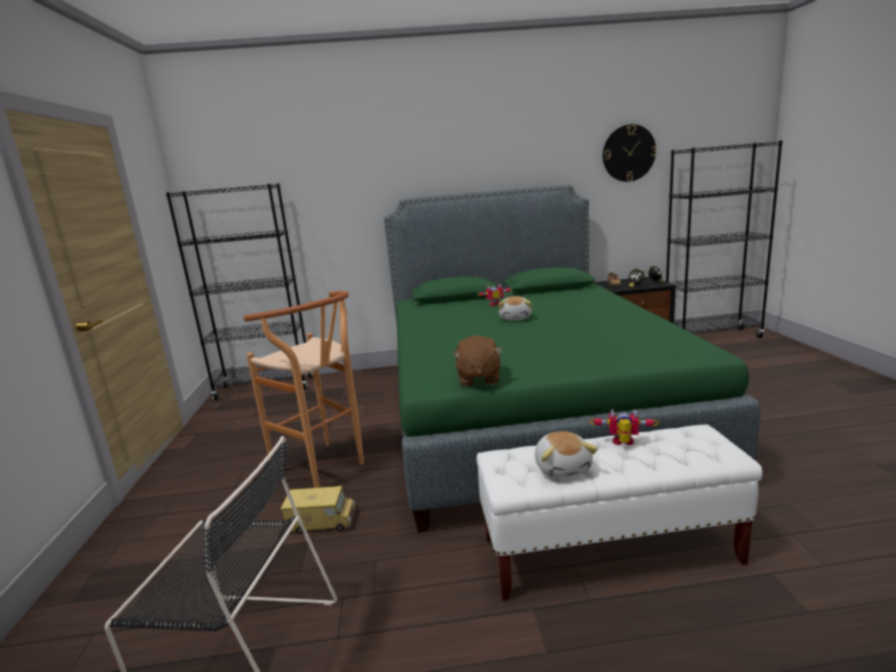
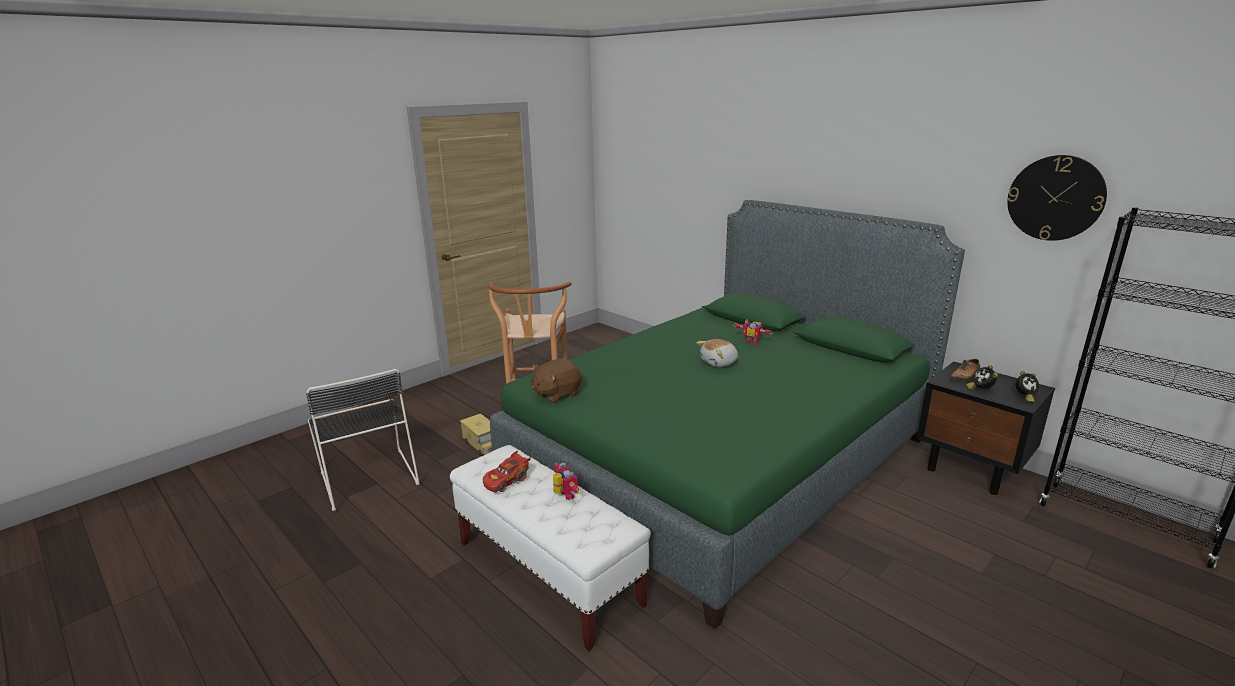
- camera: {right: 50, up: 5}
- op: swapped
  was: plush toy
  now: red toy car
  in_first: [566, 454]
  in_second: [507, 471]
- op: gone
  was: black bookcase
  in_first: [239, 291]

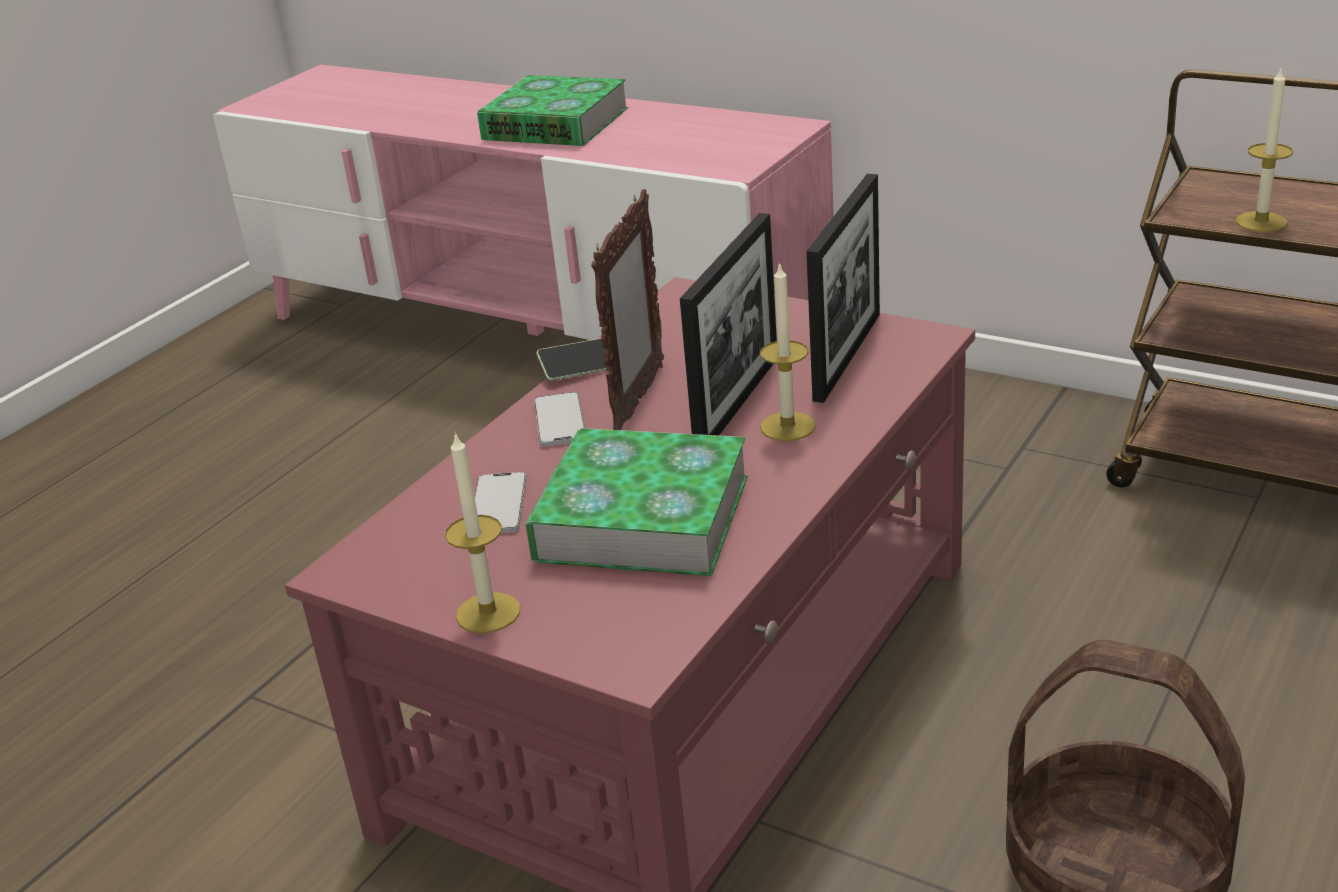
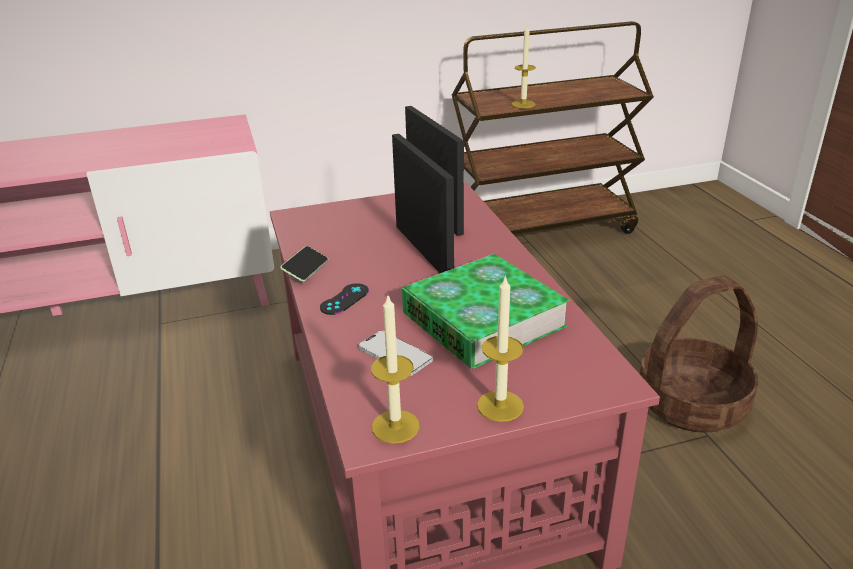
- camera: {right: -50, up: 0}
- op: swapped
  was: phone
  now: black game controller
  in_first: [559, 419]
  in_second: [344, 299]
- op: shifted
  was: candle
  in_first: [788, 351]
  in_second: [395, 370]
- op: gone
  was: book
  in_first: [552, 110]
- op: gone
  was: picture frame
  in_first: [627, 309]

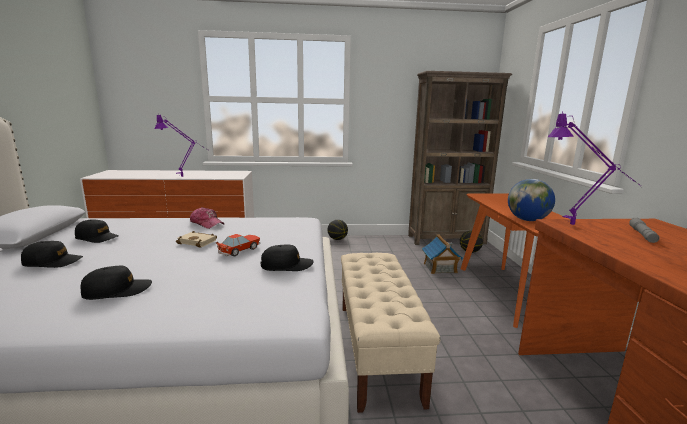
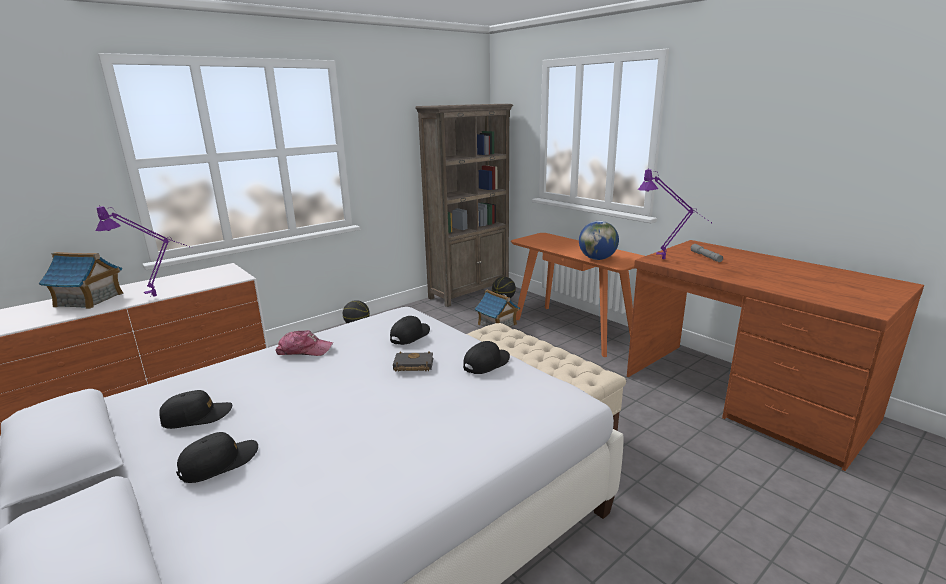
- camera: {right: -35, up: 5}
- op: new
  now: toy house
  in_second: [81, 280]
- op: shifted
  was: black cap
  in_first: [116, 283]
  in_second: [410, 330]
- op: swapped
  was: toy car
  now: black book
  in_first: [238, 245]
  in_second: [413, 361]
- op: gone
  was: beige book
  in_first: [196, 239]

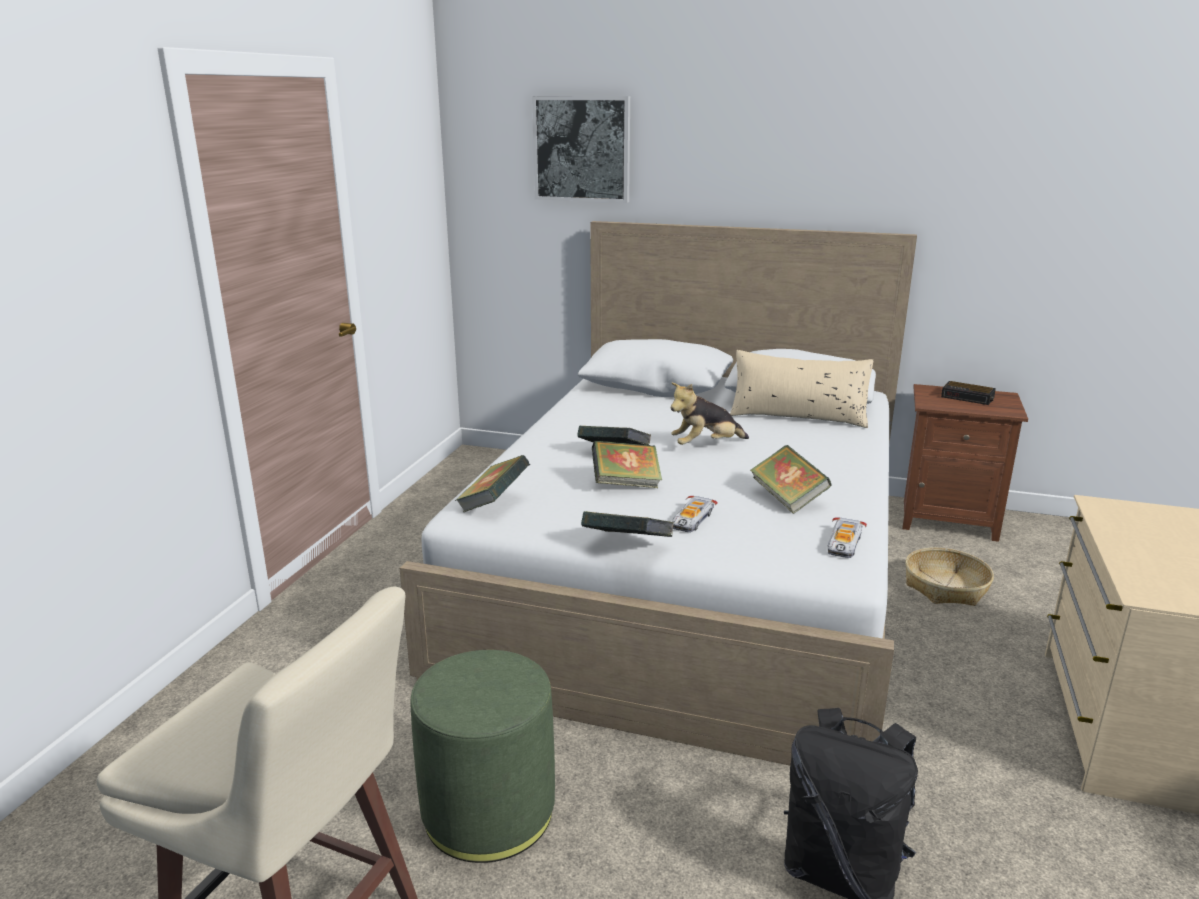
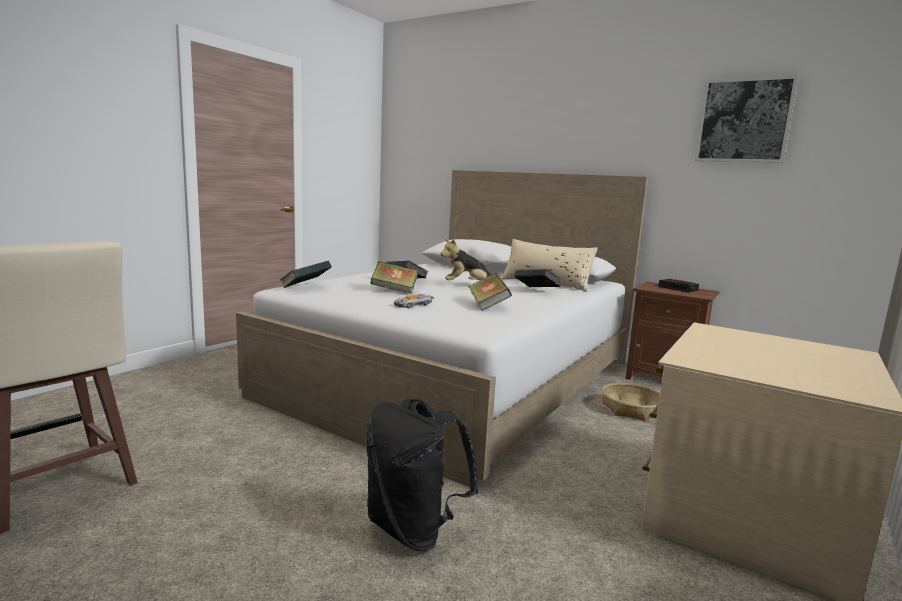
- camera: {right: 15, up: -10}
- op: shifted
  was: book
  in_first: [627, 524]
  in_second: [538, 278]
- op: shifted
  was: picture
  in_first: [581, 149]
  in_second: [746, 119]
- op: gone
  was: green ottoman
  in_first: [482, 756]
- op: gone
  was: toy car
  in_first: [847, 537]

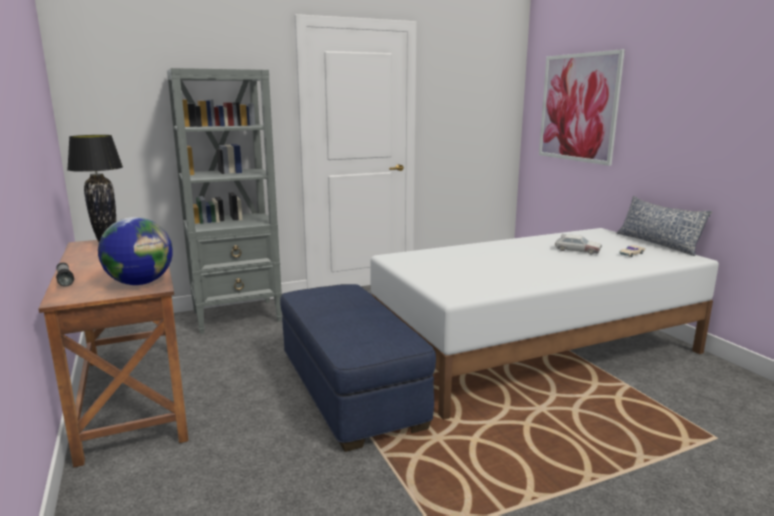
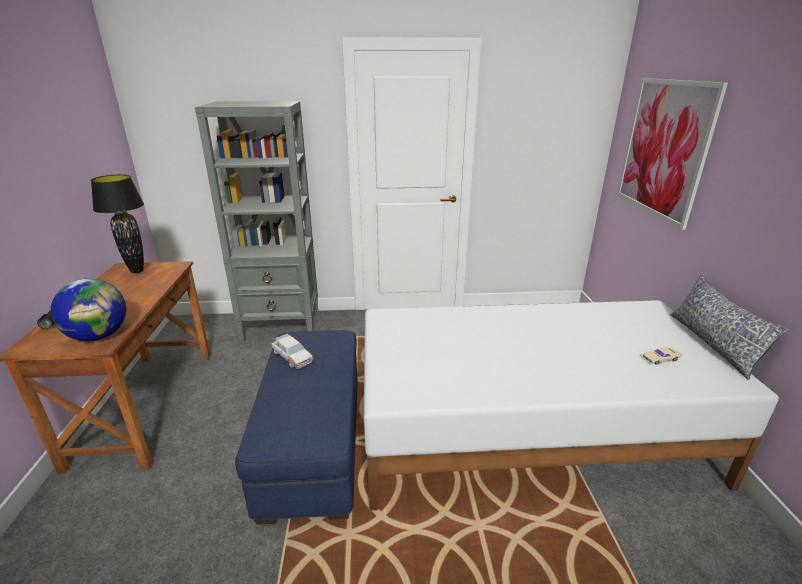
- camera: {right: 20, up: 10}
- op: shifted
  was: toy car
  in_first: [578, 244]
  in_second: [293, 351]

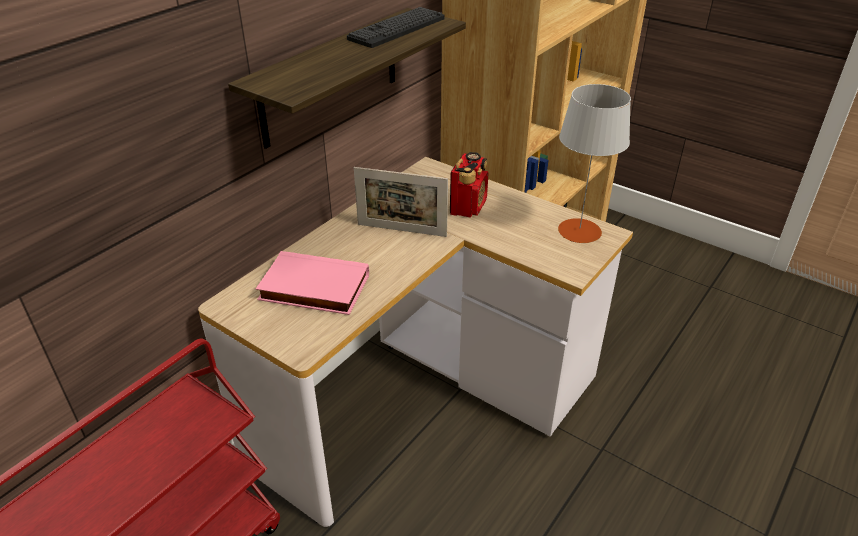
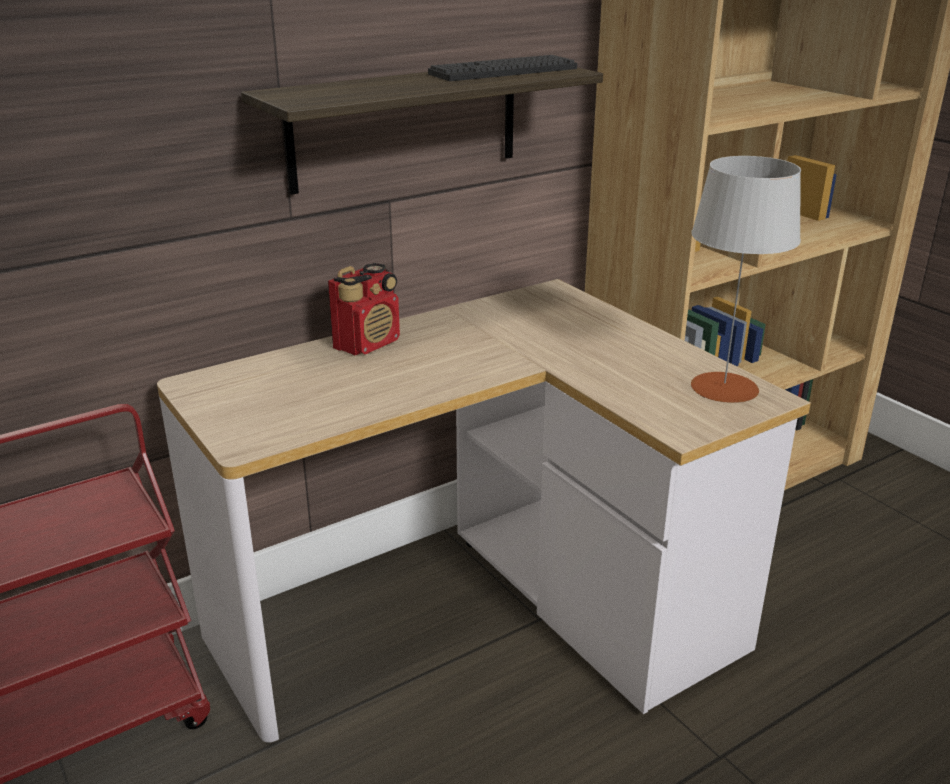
- camera: {right: 20, up: -10}
- op: shifted
  was: radio
  in_first: [469, 185]
  in_second: [364, 309]
- op: gone
  was: pink book
  in_first: [312, 283]
- op: gone
  was: picture frame
  in_first: [401, 202]

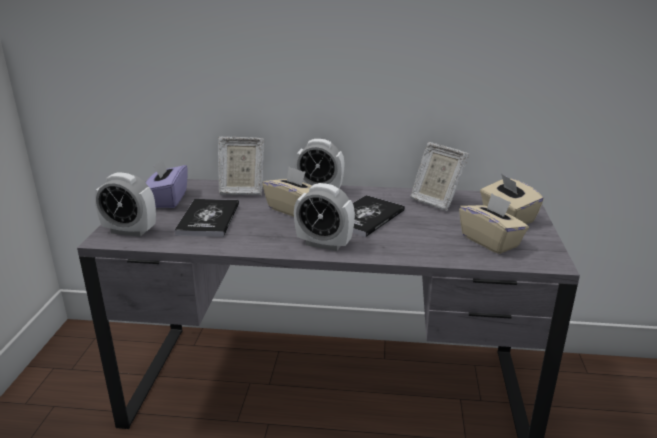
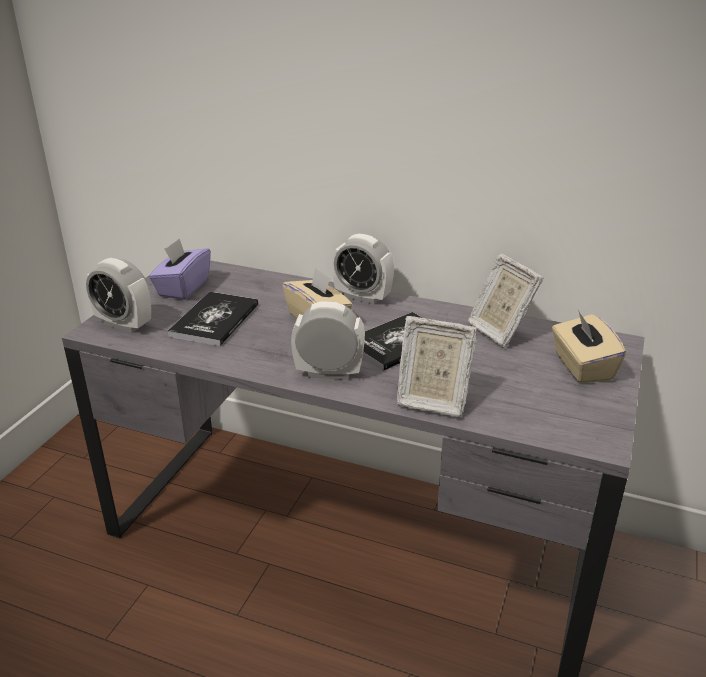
- camera: {right: 15, up: 5}
- op: rotated
  was: alarm clock
  in_first: [324, 217]
  in_second: [328, 340]
  clockwise: 150
- op: shifted
  was: picture frame
  in_first: [241, 166]
  in_second: [437, 366]
- op: gone
  was: beige tissue box
  in_first: [494, 223]

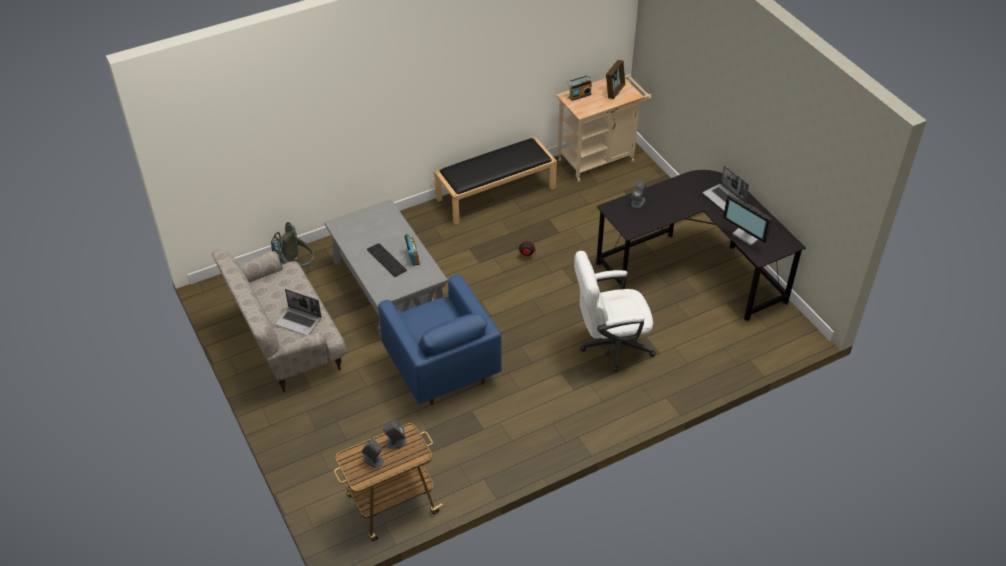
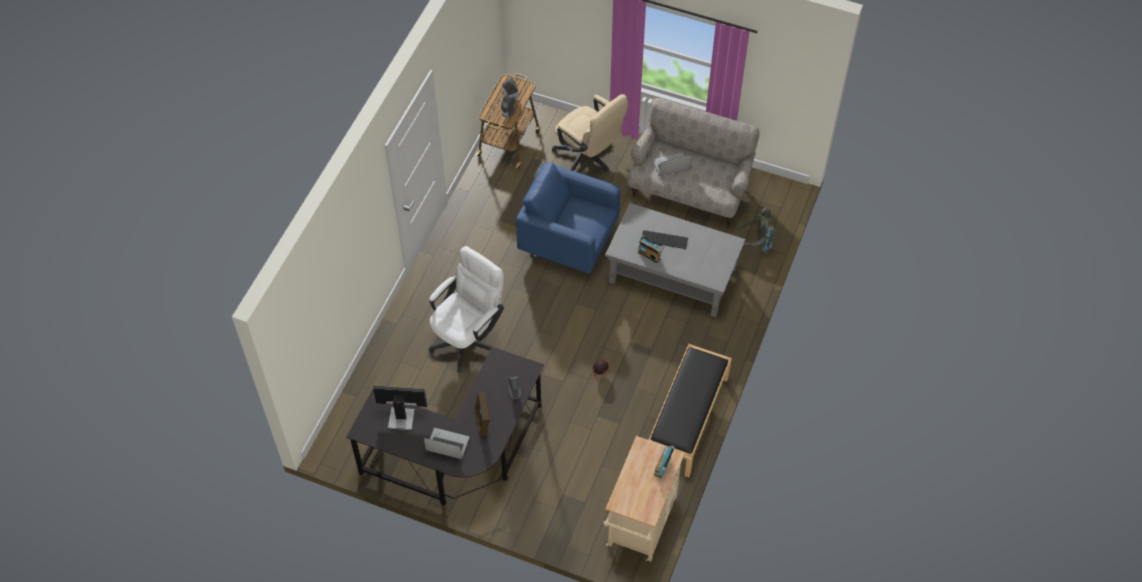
- camera: {right: 140, up: 10}
- op: shifted
  was: picture frame
  in_first: [615, 79]
  in_second: [482, 414]
- op: new
  now: beige office chair
  in_second: [590, 133]

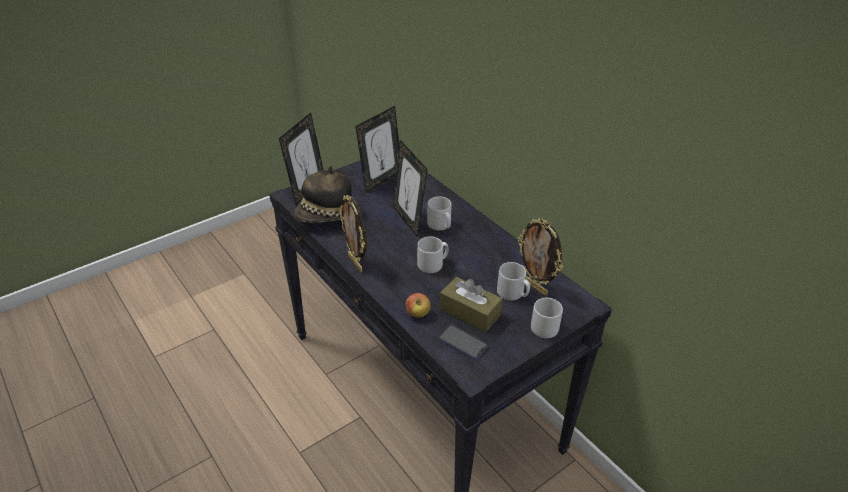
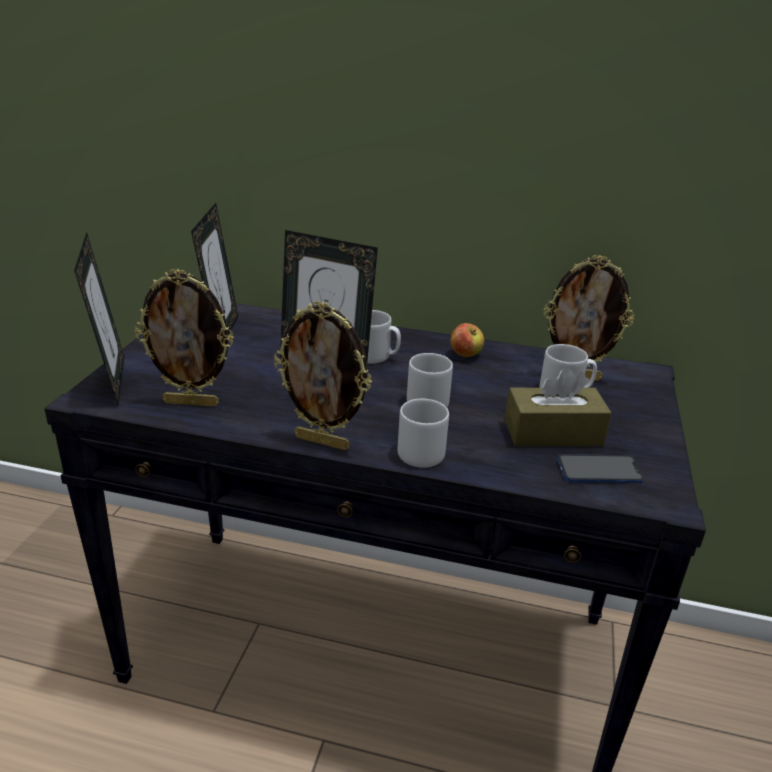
- camera: {right: -40, up: -10}
- op: swapped
  was: hat
  now: picture frame
  in_first: [323, 194]
  in_second: [184, 338]
- op: shifted
  was: grey mug
  in_first: [547, 318]
  in_second: [423, 433]
- op: shifted
  was: apple
  in_first: [418, 305]
  in_second: [467, 340]

